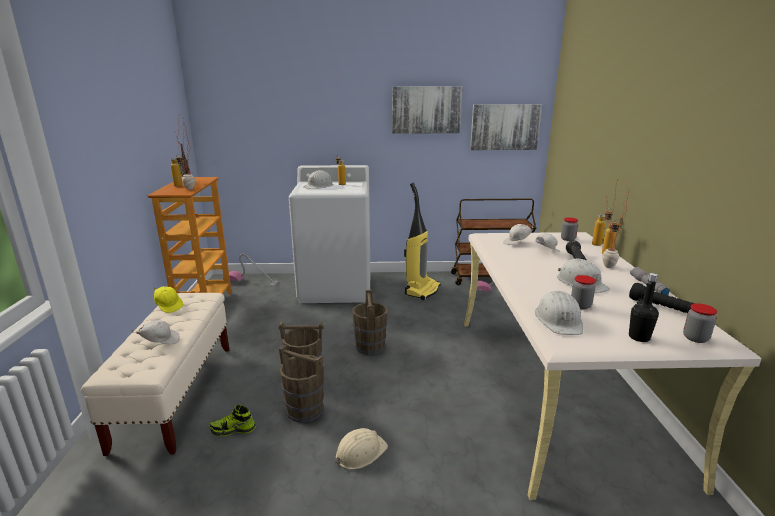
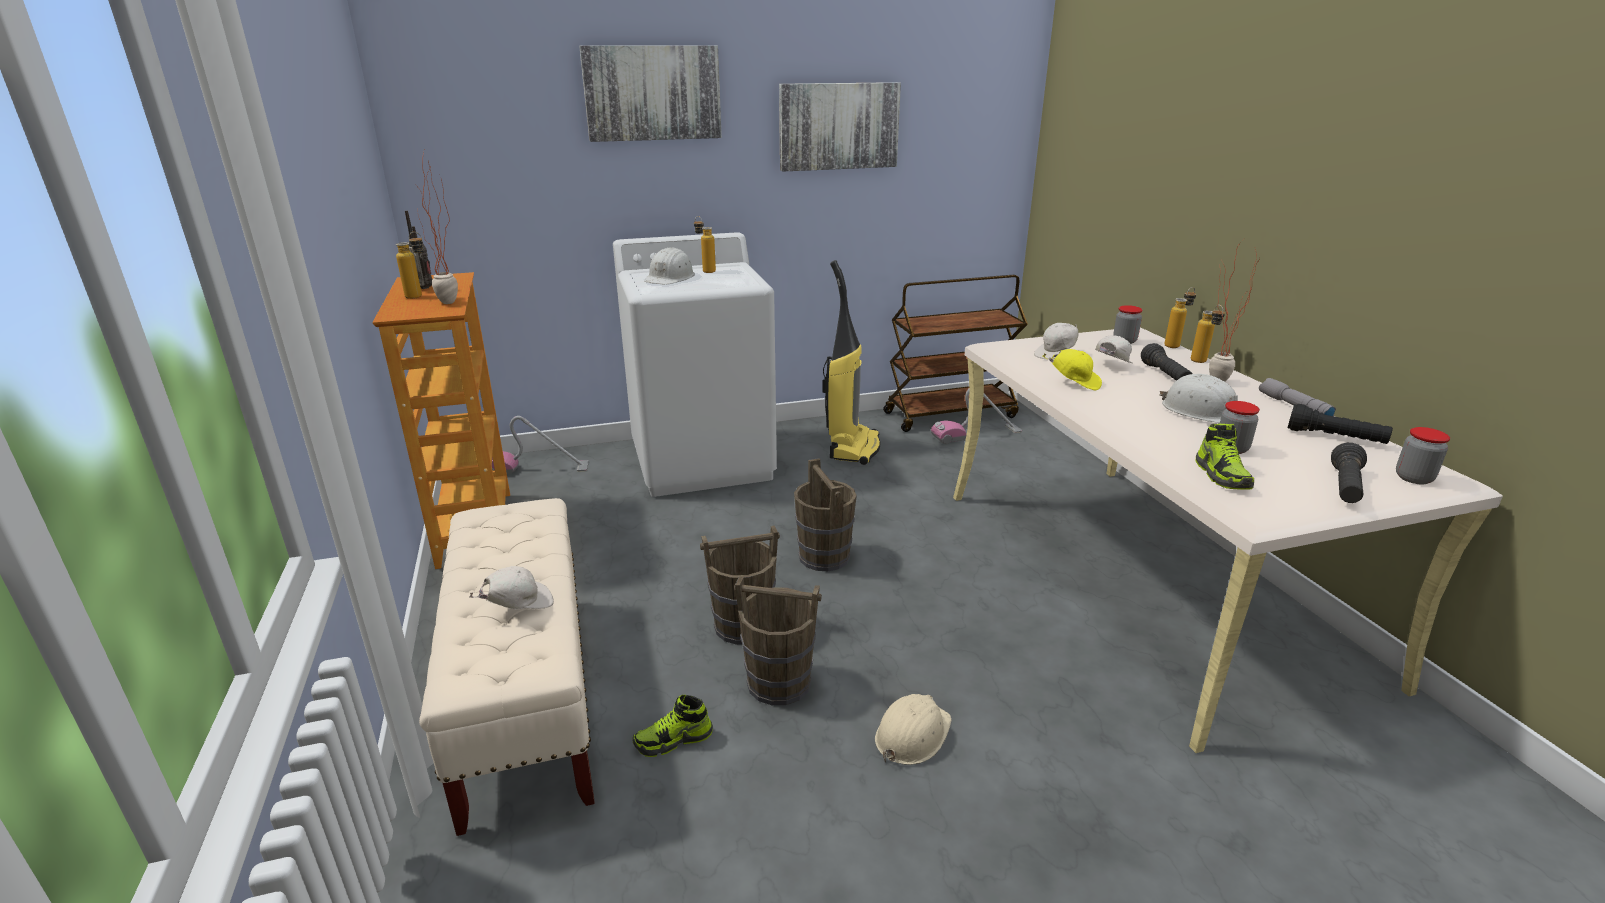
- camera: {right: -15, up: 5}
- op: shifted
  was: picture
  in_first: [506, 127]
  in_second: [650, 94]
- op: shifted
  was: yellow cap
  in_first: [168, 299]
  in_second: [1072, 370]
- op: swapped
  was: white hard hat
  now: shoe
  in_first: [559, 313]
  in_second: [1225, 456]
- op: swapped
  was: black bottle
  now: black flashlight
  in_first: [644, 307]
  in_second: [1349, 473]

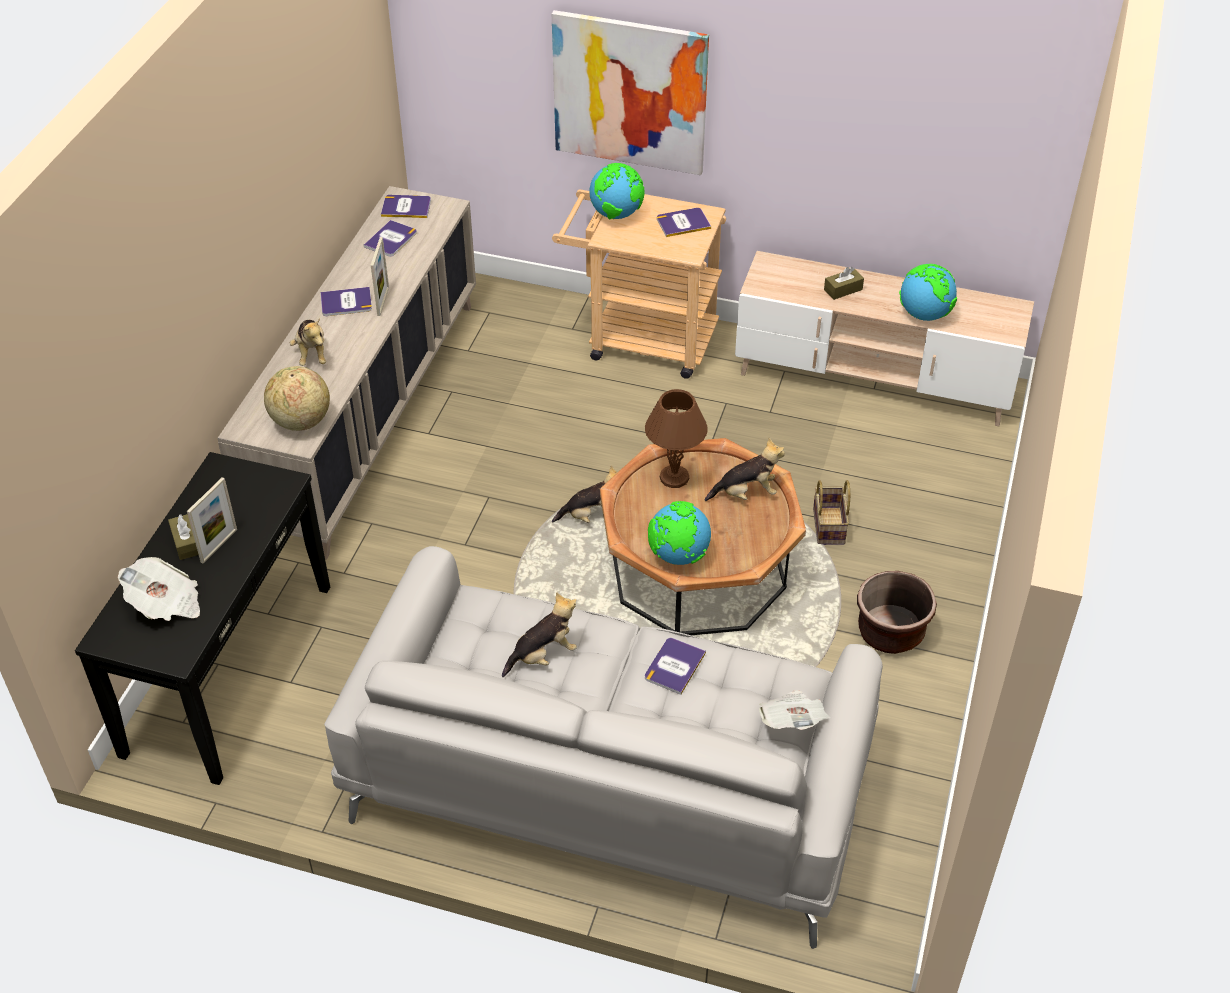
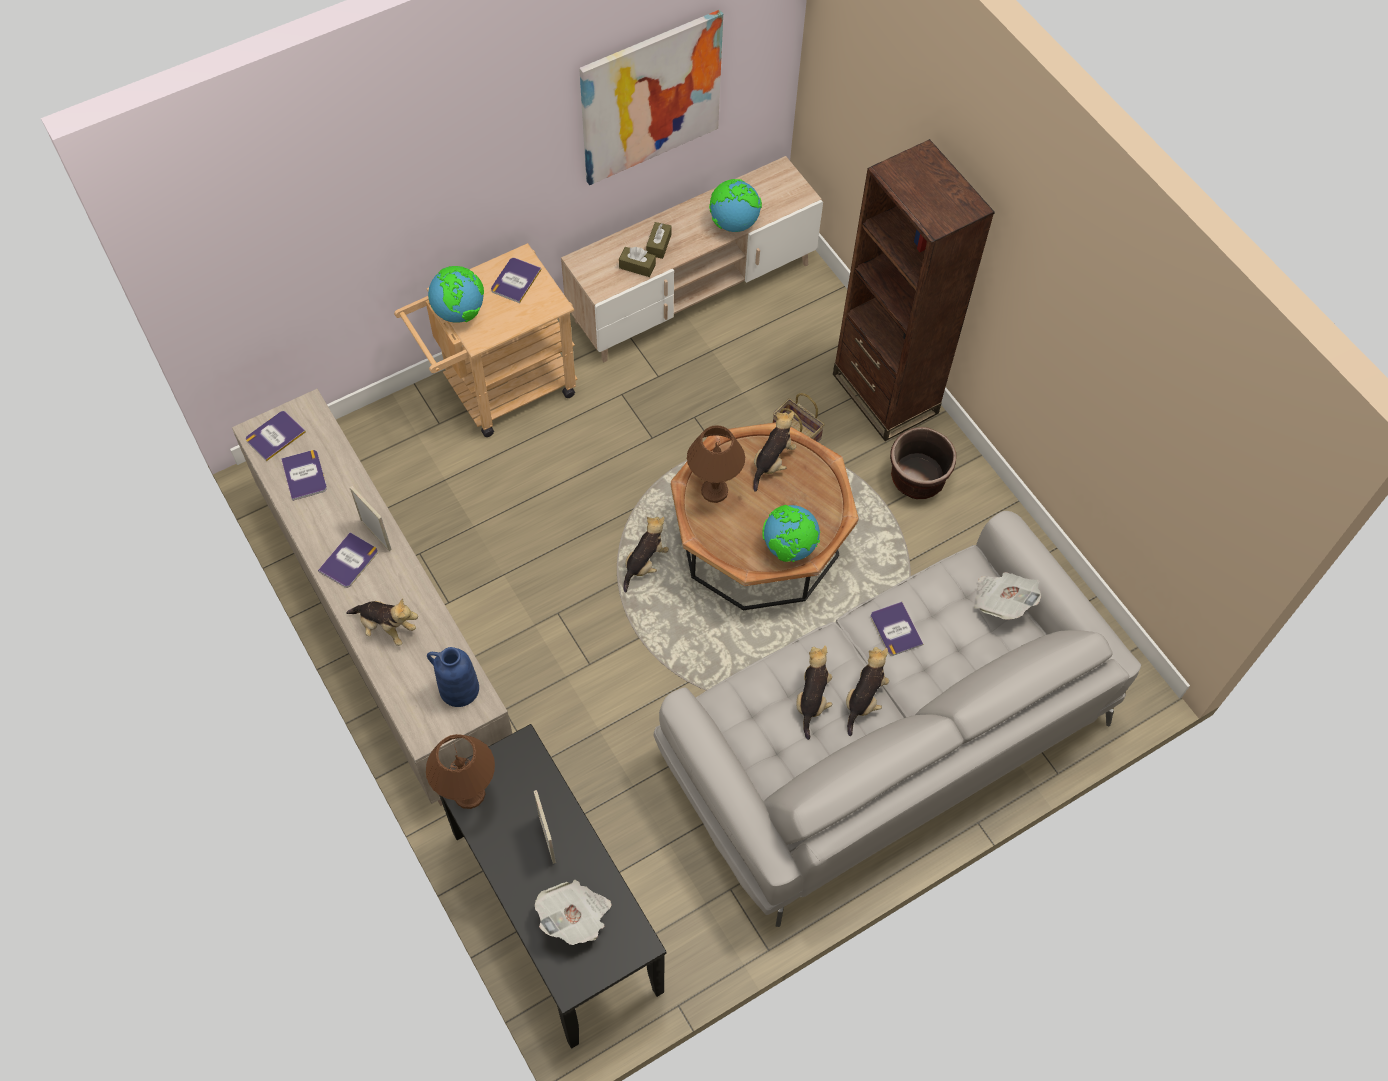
- camera: {right: -50, up: 15}
- op: new
  now: brown table lamp
  in_second: [460, 771]
- op: swapped
  was: globe
  now: blue vase
  in_first: [297, 398]
  in_second: [453, 677]
- op: shifted
  was: picture
  in_first: [630, 92]
  in_second: [651, 97]
- op: shifted
  was: brown tissue box
  in_first: [183, 537]
  in_second: [637, 262]
- op: new
  now: brown bookcase
  in_second: [914, 290]
- op: new
  now: plush toy
  in_second: [867, 691]

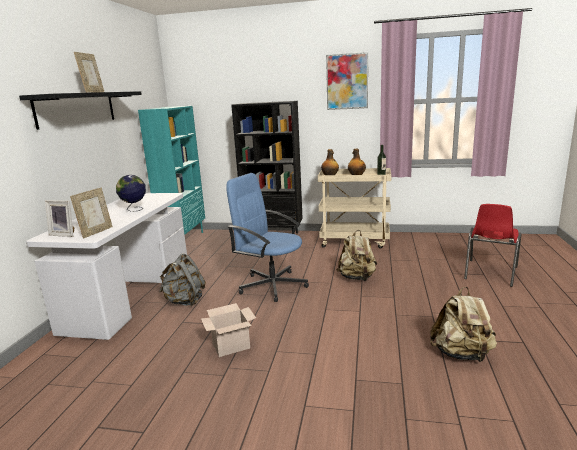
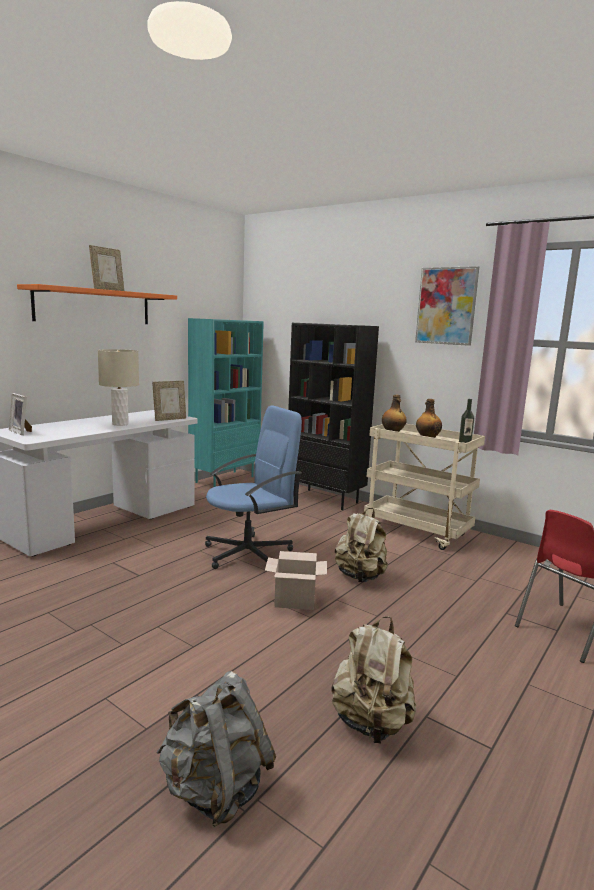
- camera: {right: 25, up: -5}
- op: repainted
  was: black shelf
  now: orange shelf
  in_first: [80, 110]
  in_second: [97, 304]
- op: swapped
  was: globe
  now: beige table lamp
  in_first: [131, 193]
  in_second: [118, 387]
- op: shifted
  was: picture frame
  in_first: [91, 212]
  in_second: [169, 401]
- op: shifted
  was: grey backpack
  in_first: [182, 279]
  in_second: [216, 749]
- op: rotated
  was: blue office chair
  in_first: [267, 237]
  in_second: [253, 487]
  clockwise: 90
- op: shifted
  was: cardboard box
  in_first: [228, 330]
  in_second: [296, 580]

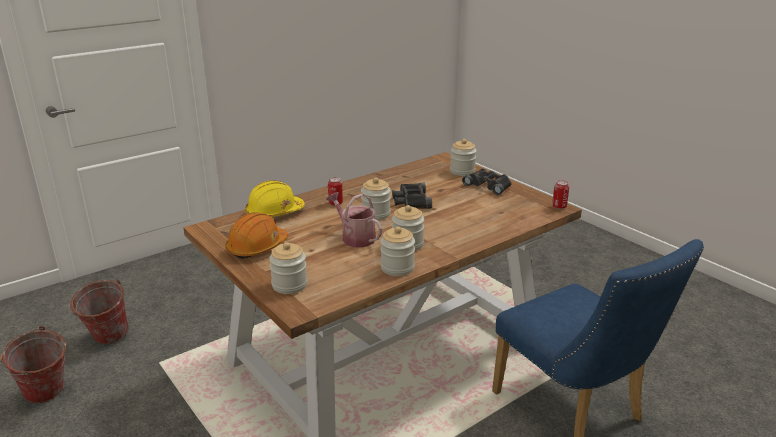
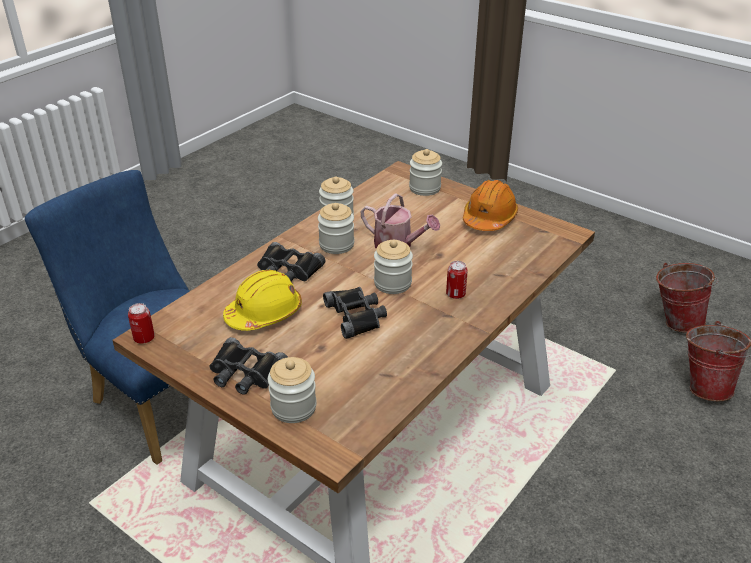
- camera: {right: 165, up: 10}
- op: shifted
  was: yellow hard hat
  in_first: [275, 198]
  in_second: [262, 300]
- op: new
  now: black binoculars
  in_second: [291, 261]

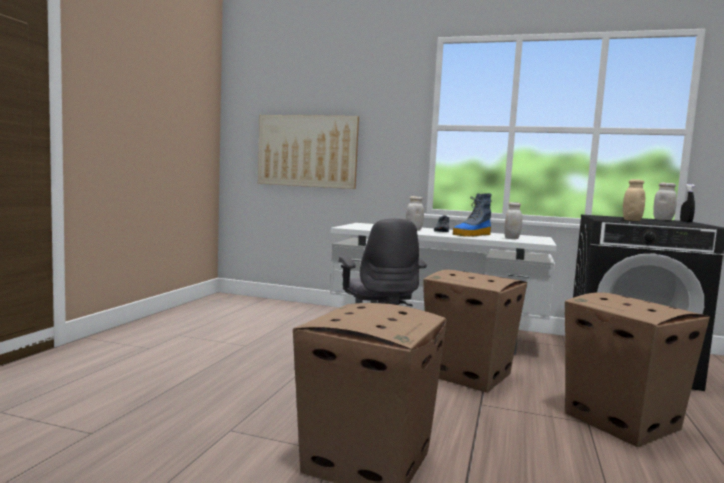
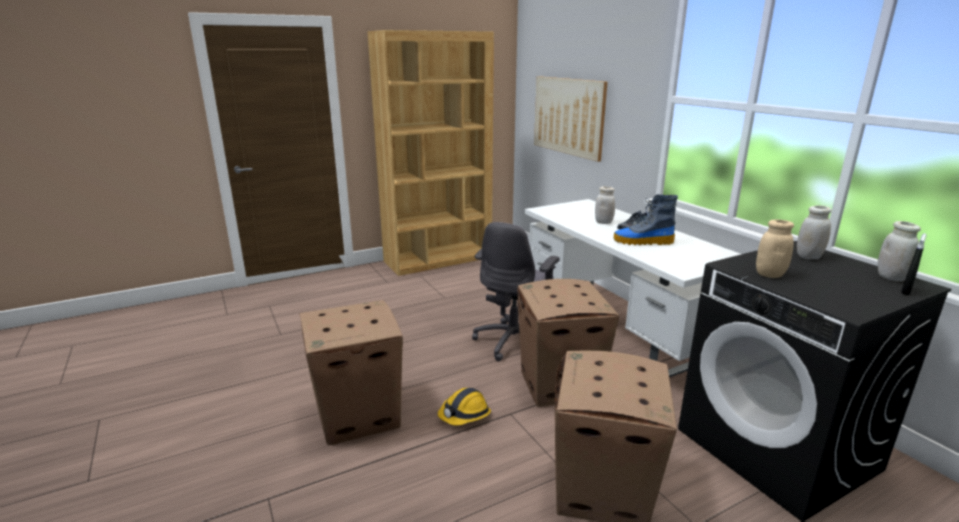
- camera: {right: 45, up: 15}
- op: new
  now: brown bookcase
  in_second: [430, 153]
- op: new
  now: hard hat
  in_second: [464, 406]
- op: shifted
  was: white jar
  in_first: [513, 220]
  in_second: [814, 232]

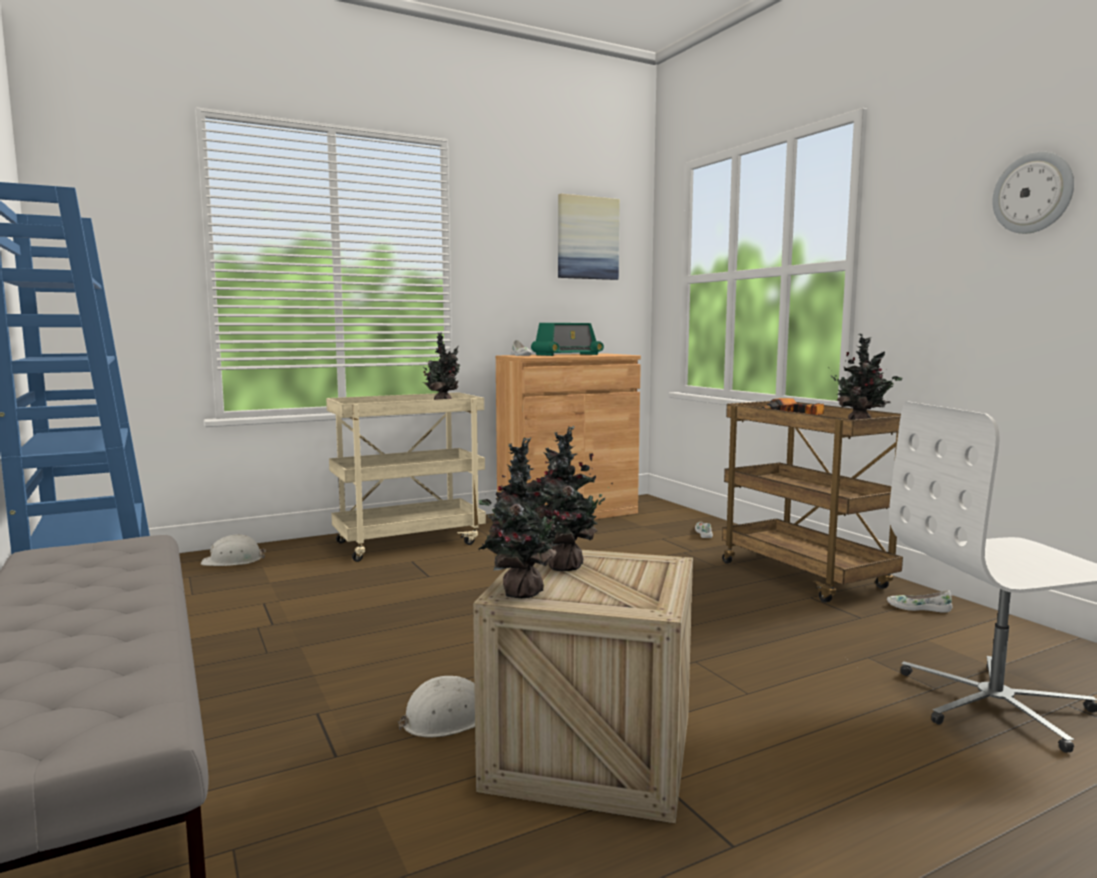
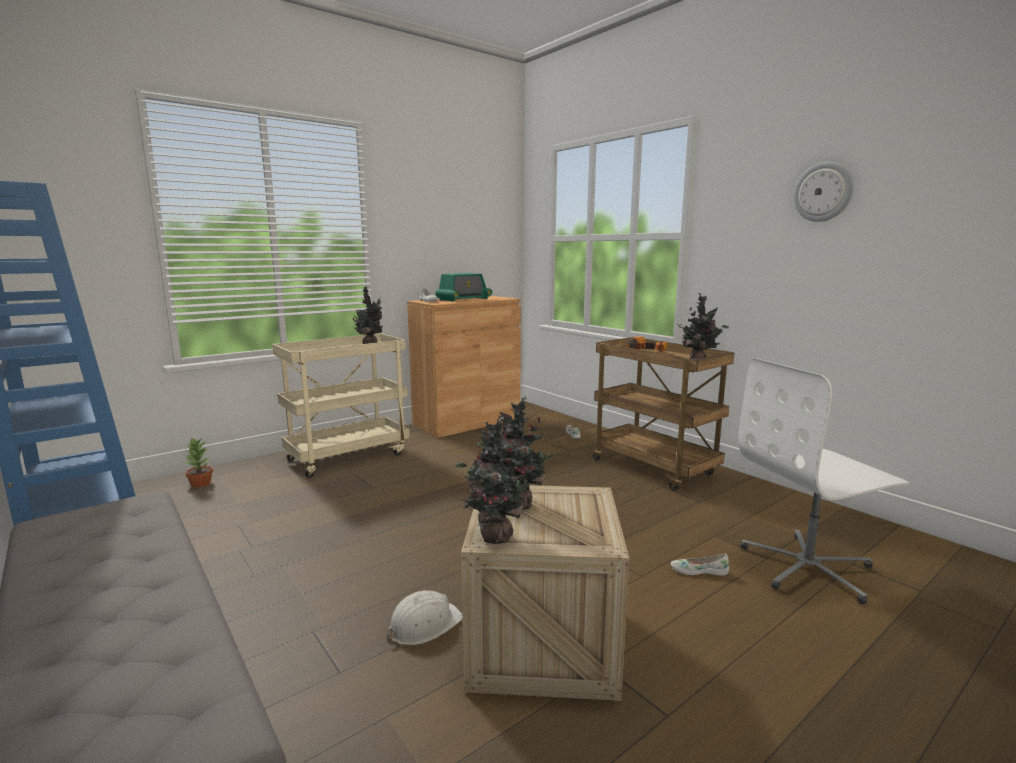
- camera: {right: -10, up: 5}
- op: swapped
  was: white hard hat
  now: potted plant
  in_first: [233, 550]
  in_second: [198, 463]
- op: shifted
  was: white shoe
  in_first: [920, 601]
  in_second: [700, 564]
- op: gone
  was: picture
  in_first: [589, 236]

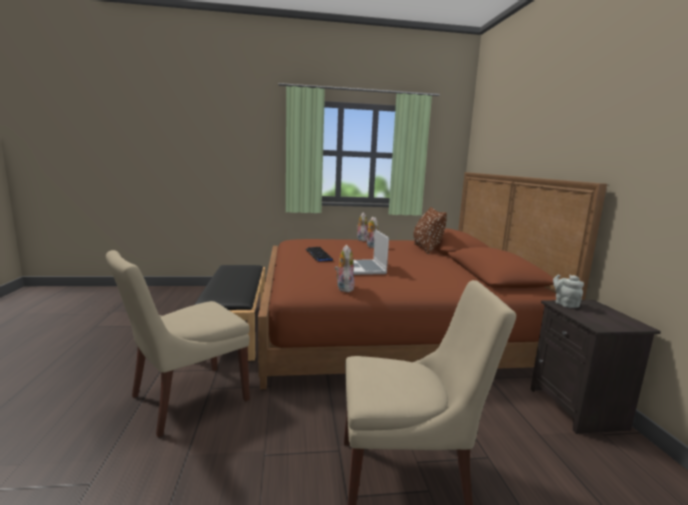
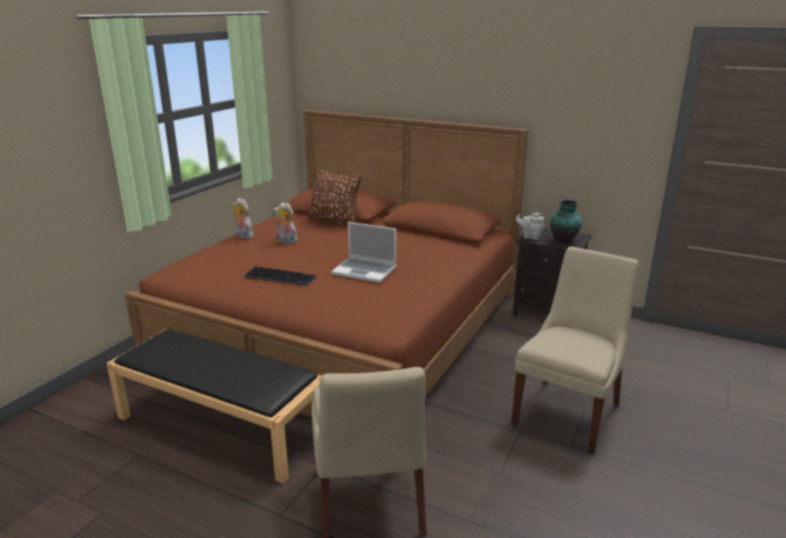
- camera: {right: -55, up: 10}
- op: new
  now: vase
  in_second: [566, 221]
- op: gone
  was: plush toy
  in_first: [345, 268]

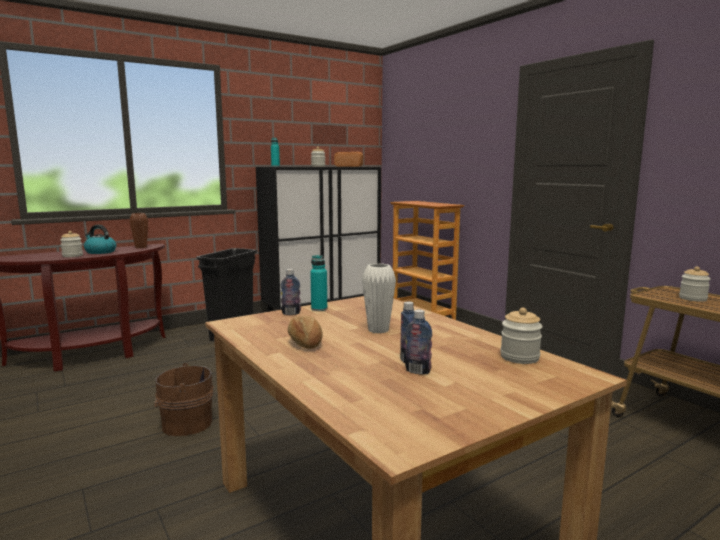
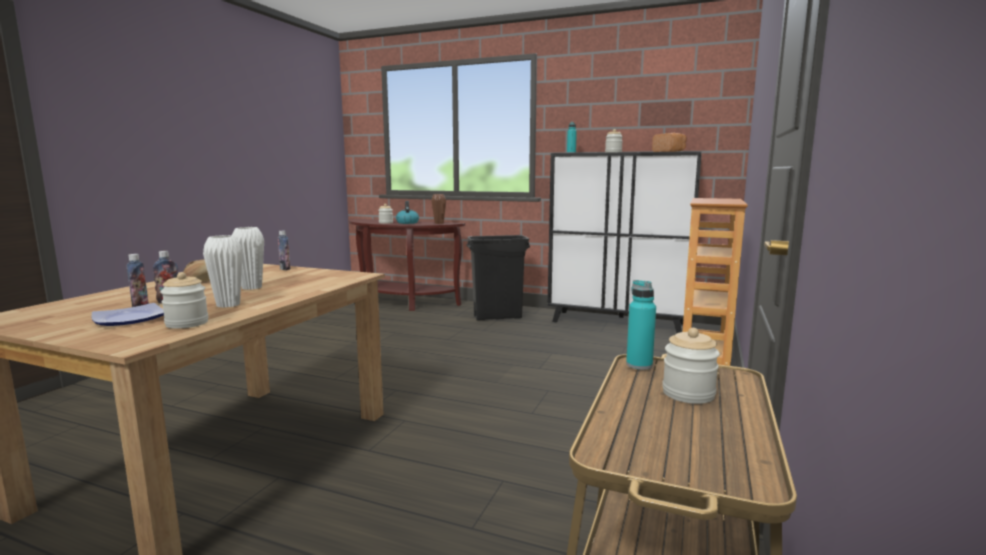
- camera: {right: 55, up: 0}
- op: new
  now: plate
  in_second: [127, 314]
- op: new
  now: white vase
  in_second: [222, 271]
- op: shifted
  was: turquoise bottle
  in_first: [318, 283]
  in_second: [641, 325]
- op: gone
  was: brown bucket
  in_first: [184, 399]

